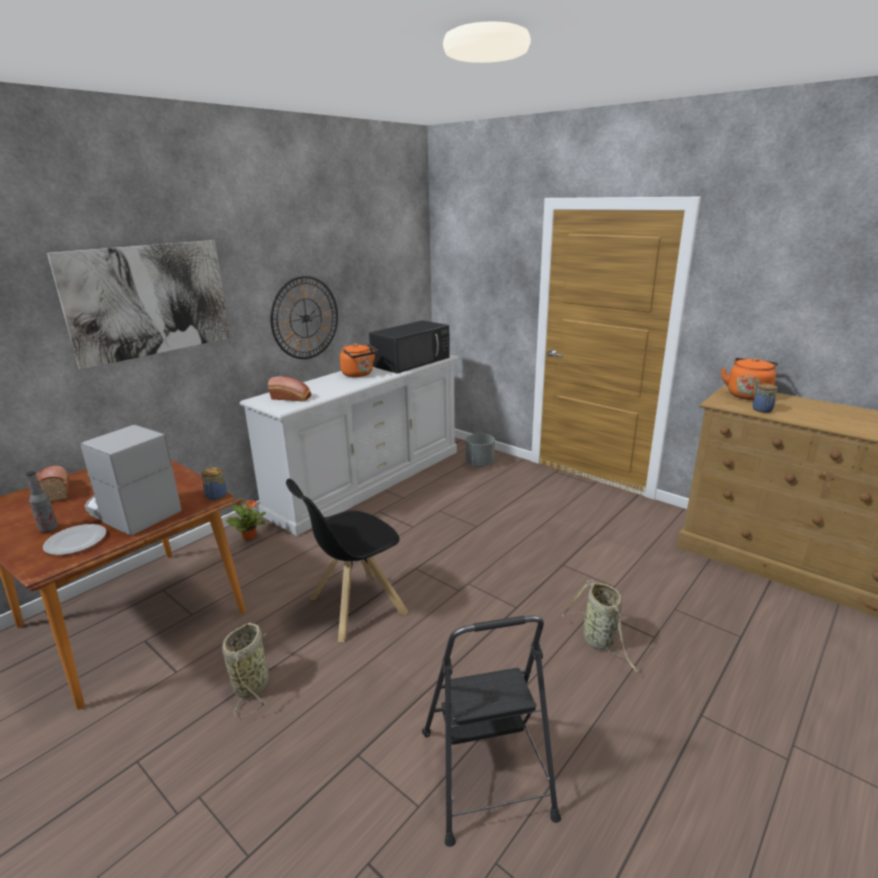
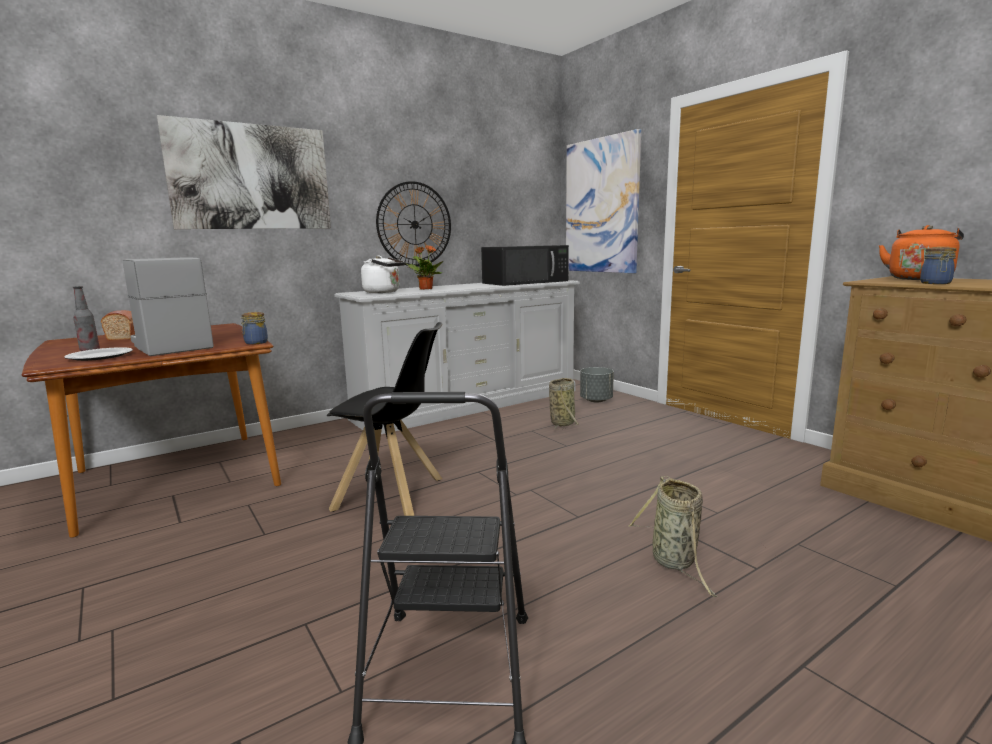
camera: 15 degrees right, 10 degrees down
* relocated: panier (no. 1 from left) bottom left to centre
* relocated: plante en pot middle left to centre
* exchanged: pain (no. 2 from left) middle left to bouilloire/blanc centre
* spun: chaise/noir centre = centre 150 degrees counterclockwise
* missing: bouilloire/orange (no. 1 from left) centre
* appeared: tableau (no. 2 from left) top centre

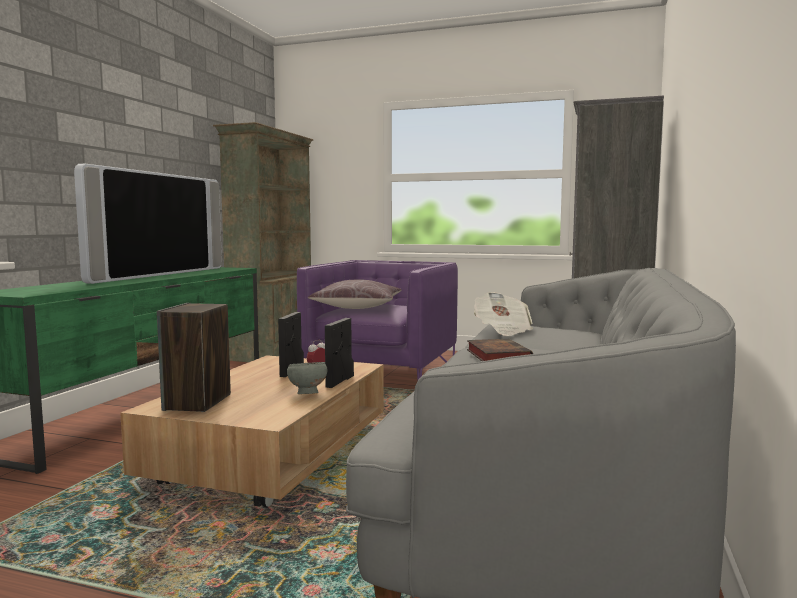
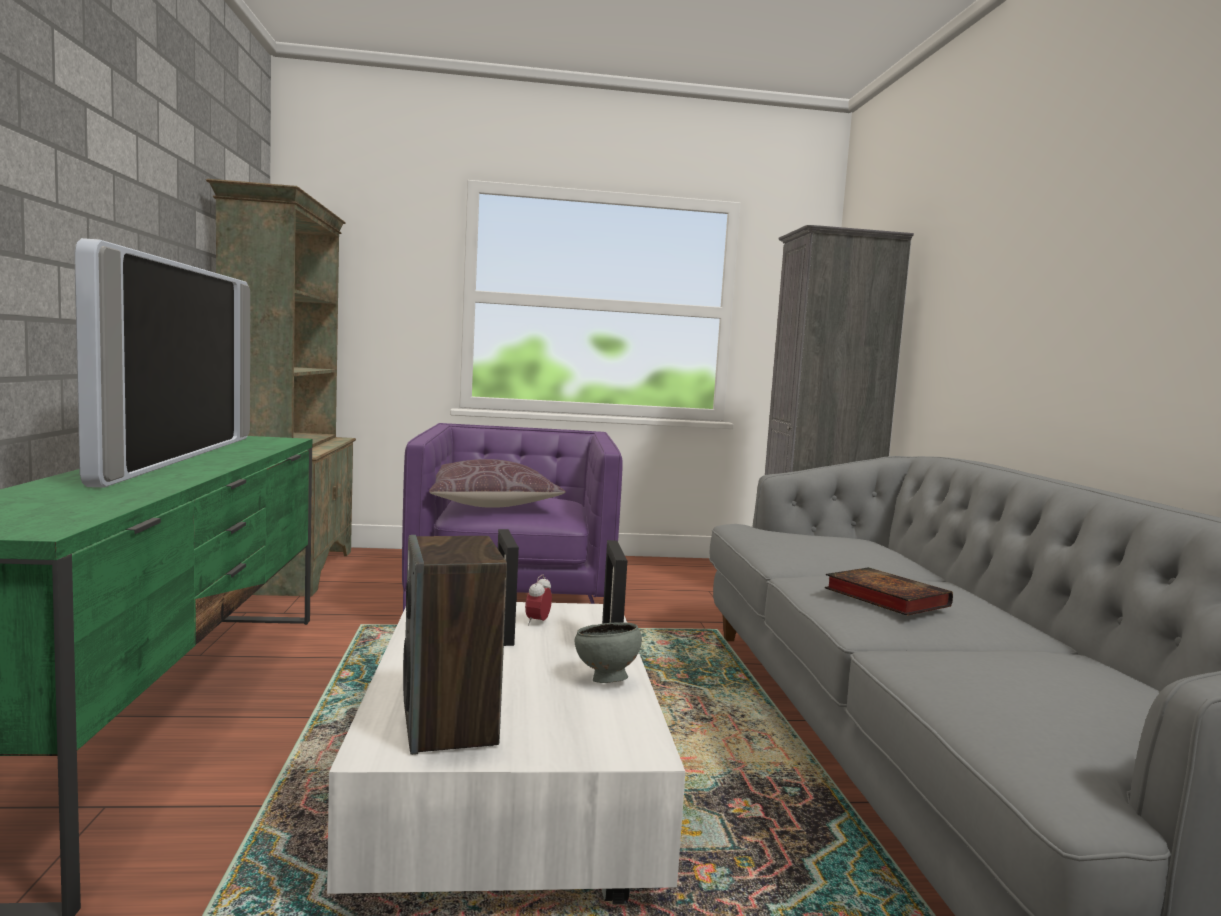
camera: 25 degrees left, 0 degrees up
* colour: table basse/marron bottom left to table basse/blanc bottom centre
* missing: journal centre

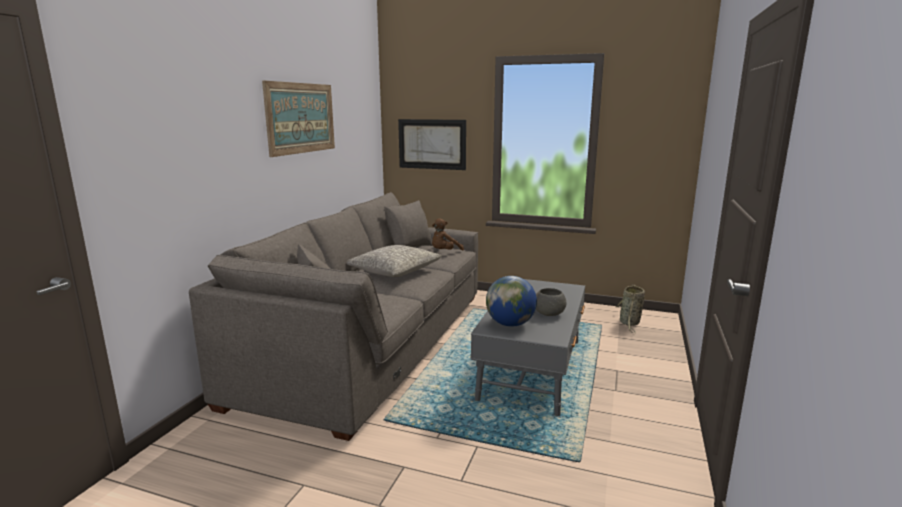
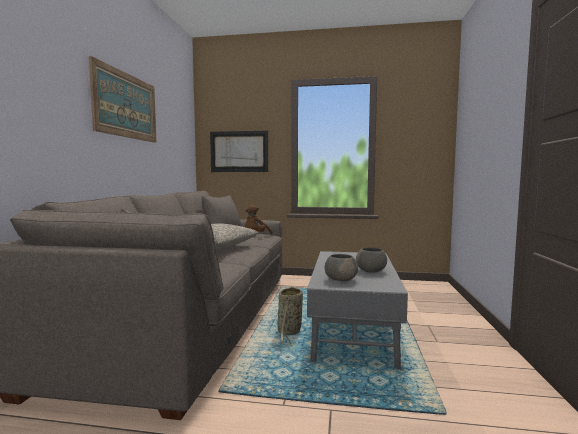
camera: 10 degrees left, 10 degrees down
* exchanged: globe centre to bol/gris (no. 1 from left) centre
* relocated: panier middle right to bottom centre

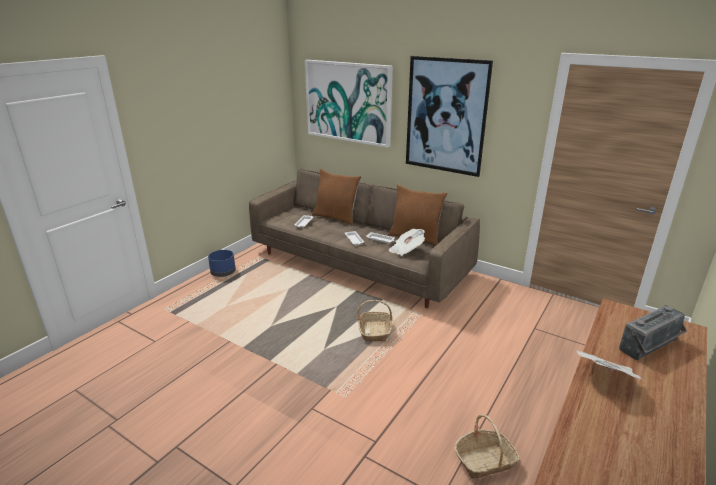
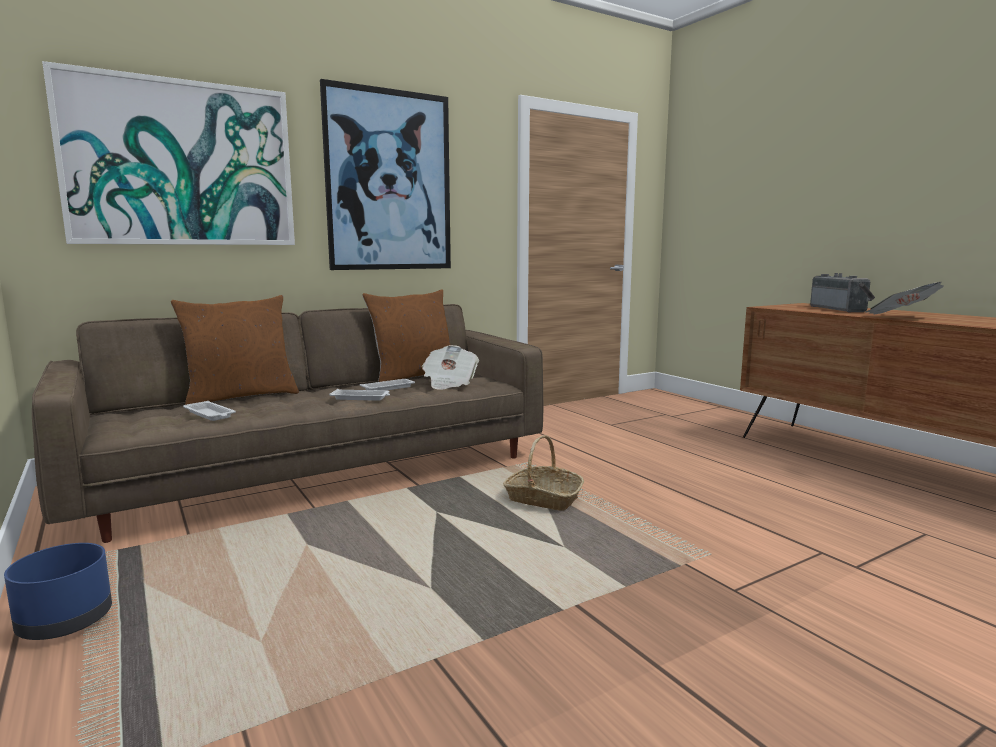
camera: 65 degrees left, 15 degrees down
* missing: panier (no. 2 from left) bottom right

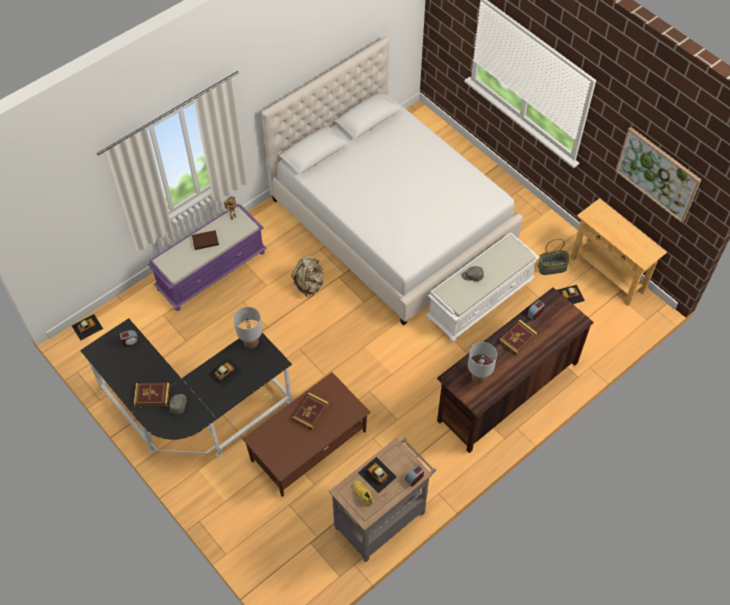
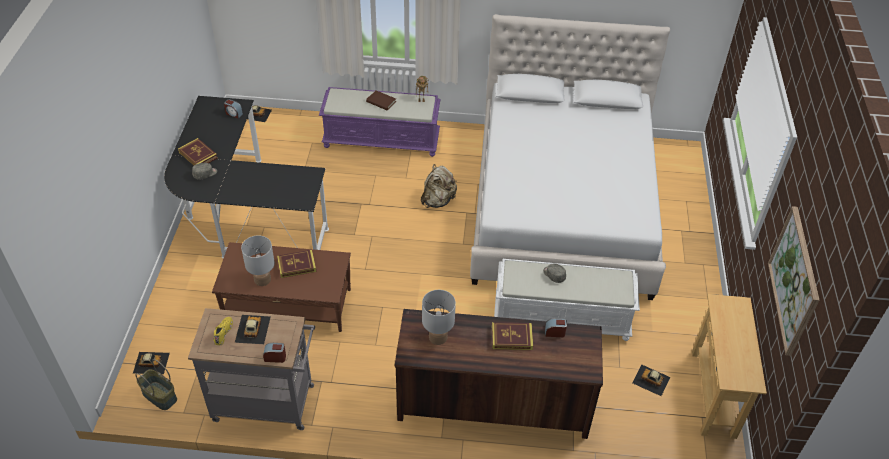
camera: 45 degrees right, 10 degrees down
* relocated: petite voiture (no. 2 from left in the first image) middle left to petite voiture (no. 1 from left) bottom left
* relocated: lampe de table/gris (no. 1 from left) centre to middle left
* relocated: panier middle right to bottom left

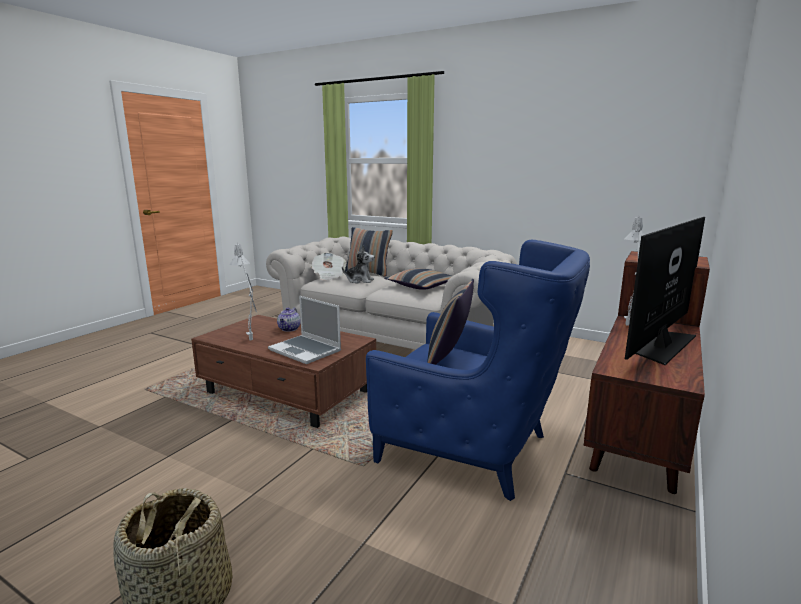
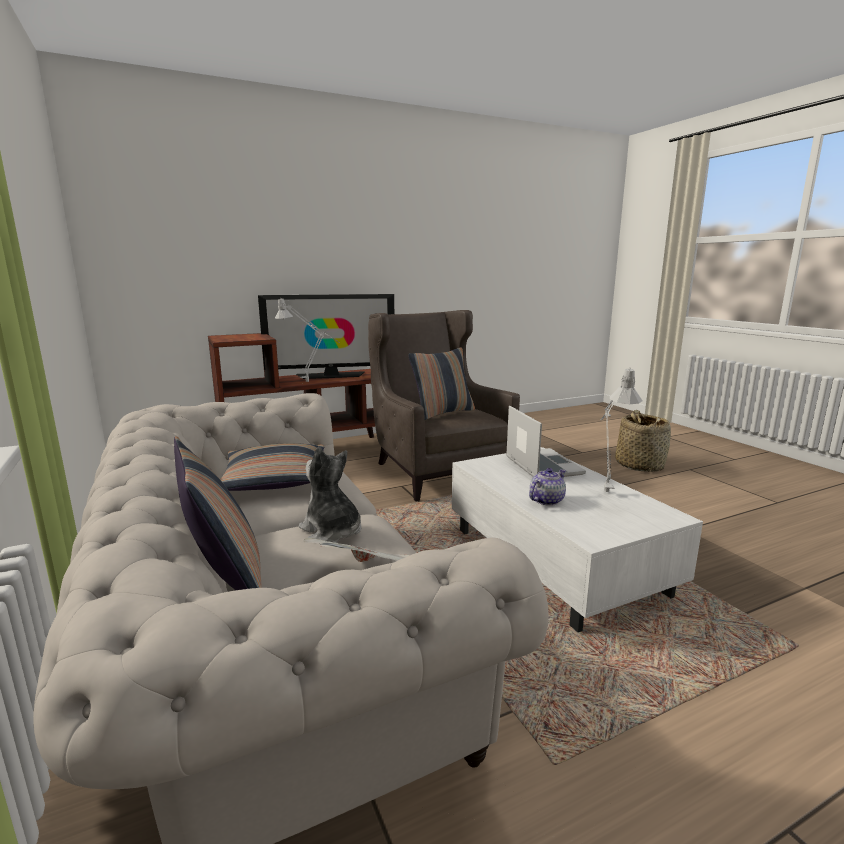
camera: 145 degrees left, 0 degrees up
* colour: table basse/marron centre to table basse/blanc middle right
* colour: fauteuil/bleu centre to fauteuil/gris centre

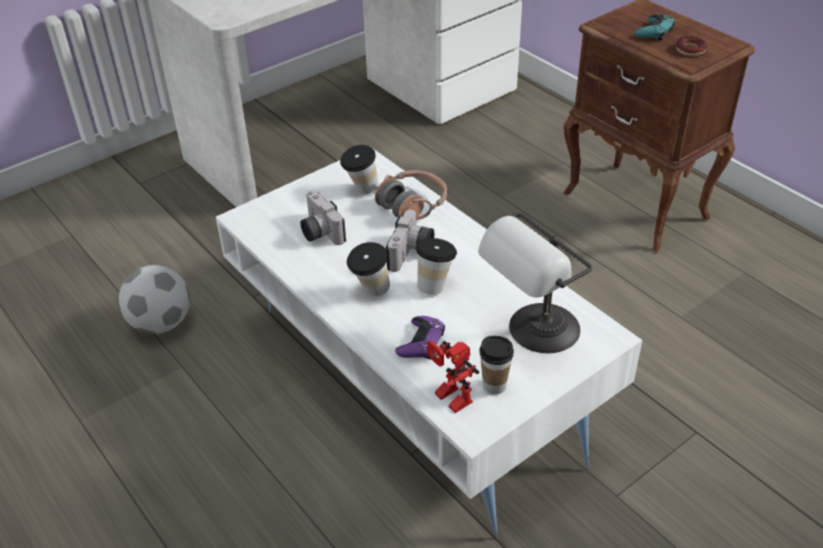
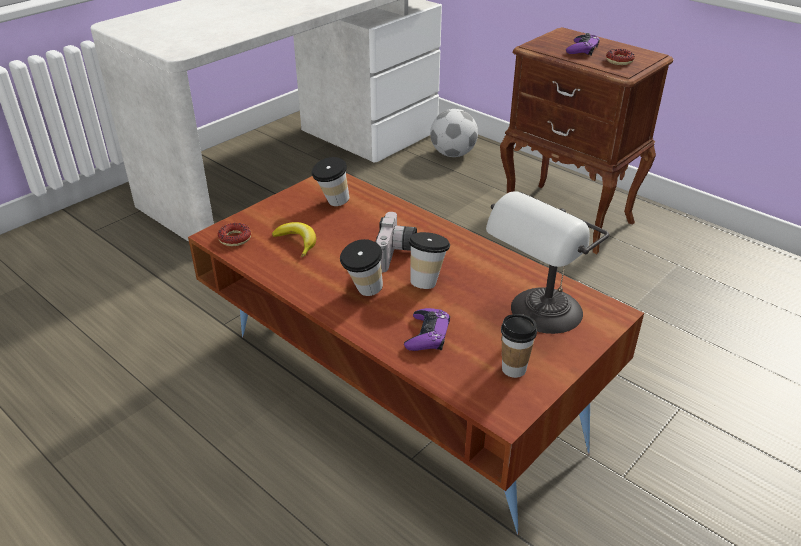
camera: 10 degrees left, 5 degrees down
* relocated: ballon de foot middle left to top centre
* colour: table basse/blanc centre to table basse/marron centre
* exchanged: appareil photo (no. 1 from left) centre to banane centre
* missing: casque audio centre
* missing: robot jouet bottom centre
* colour: manette/turquoise top right to manette/violet (no. 2 from left) top right
* appeared: beignet (no. 1 from left) middle left

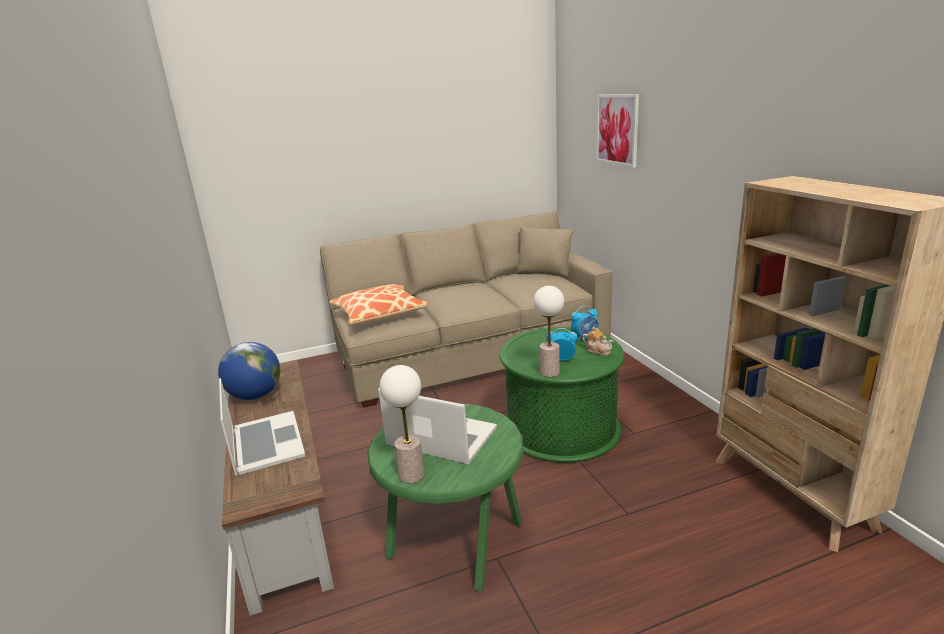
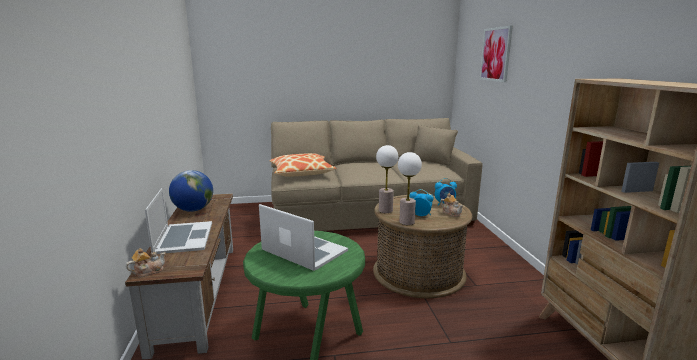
camera: 10 degrees right, 5 degrees down
* relocated: lampe de table (no. 1 from left) bottom centre to centre
* colour: table basse/vert centre to table basse/marron bottom centre
* appeared: théière (no. 1 from left) bottom left

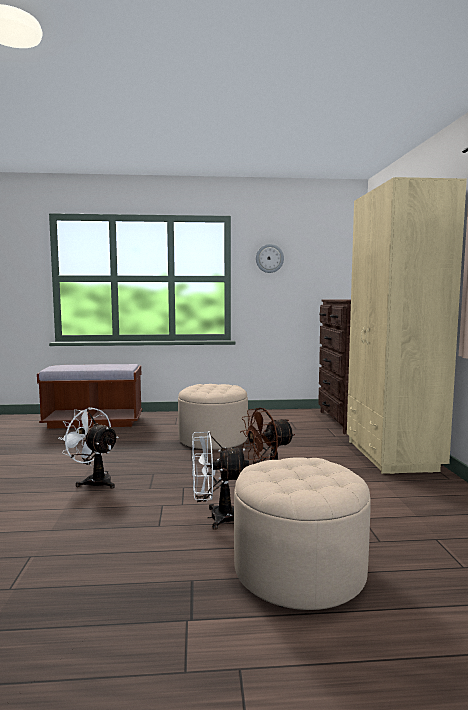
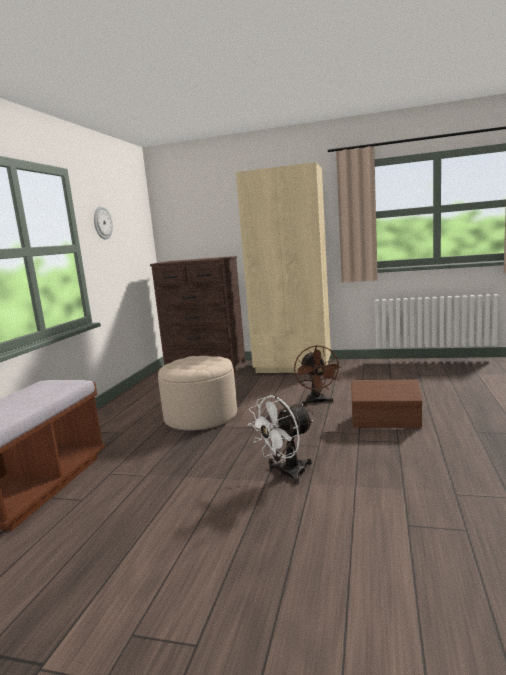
camera: 70 degrees left, 5 degrees up
* exchanged: ventilateur/blanc (no. 2 from left) bottom centre to boîte de rangement/marron middle right
* missing: pouf/beige (no. 2 from left) bottom centre

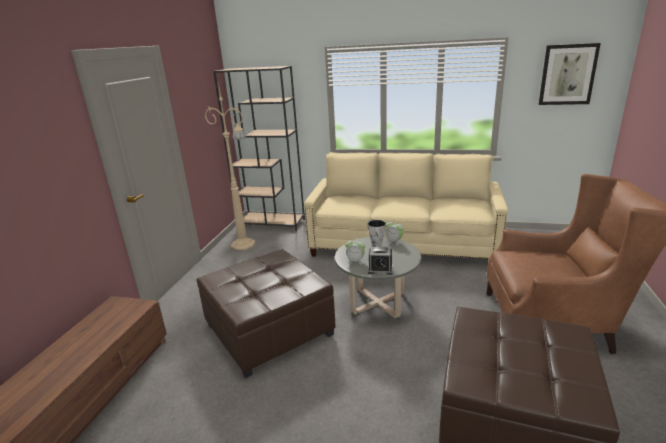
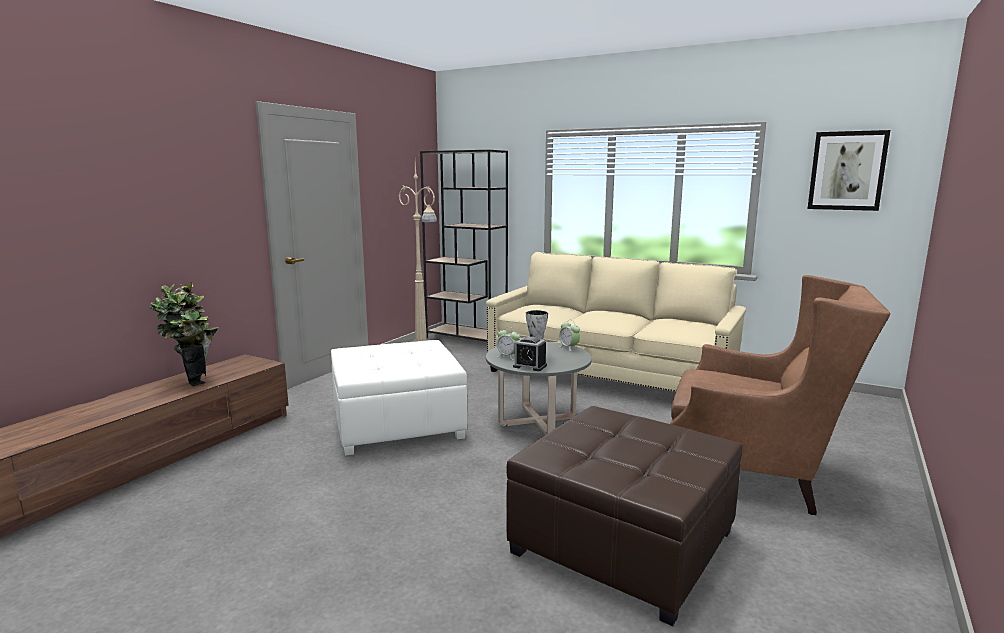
camera: 15 degrees right, 10 degrees down
* colour: pouf/marron (no. 1 from left) bottom centre to pouf/blanc centre
* appeared: plante en pot middle left

